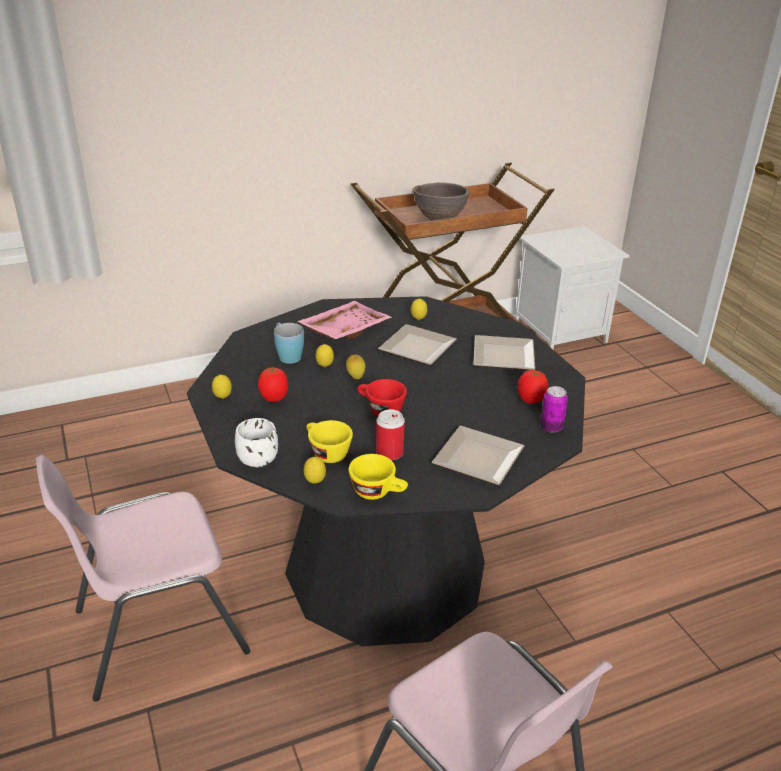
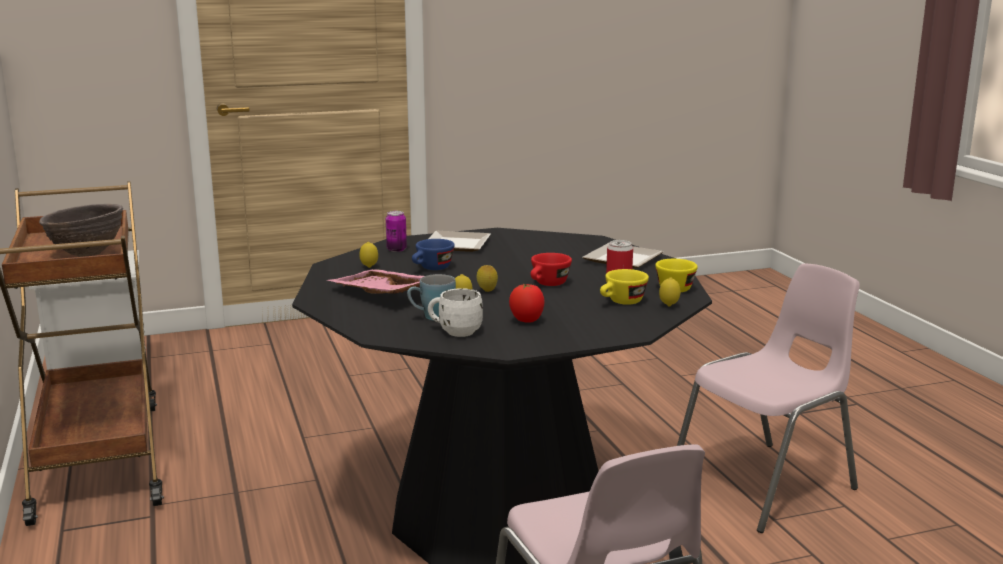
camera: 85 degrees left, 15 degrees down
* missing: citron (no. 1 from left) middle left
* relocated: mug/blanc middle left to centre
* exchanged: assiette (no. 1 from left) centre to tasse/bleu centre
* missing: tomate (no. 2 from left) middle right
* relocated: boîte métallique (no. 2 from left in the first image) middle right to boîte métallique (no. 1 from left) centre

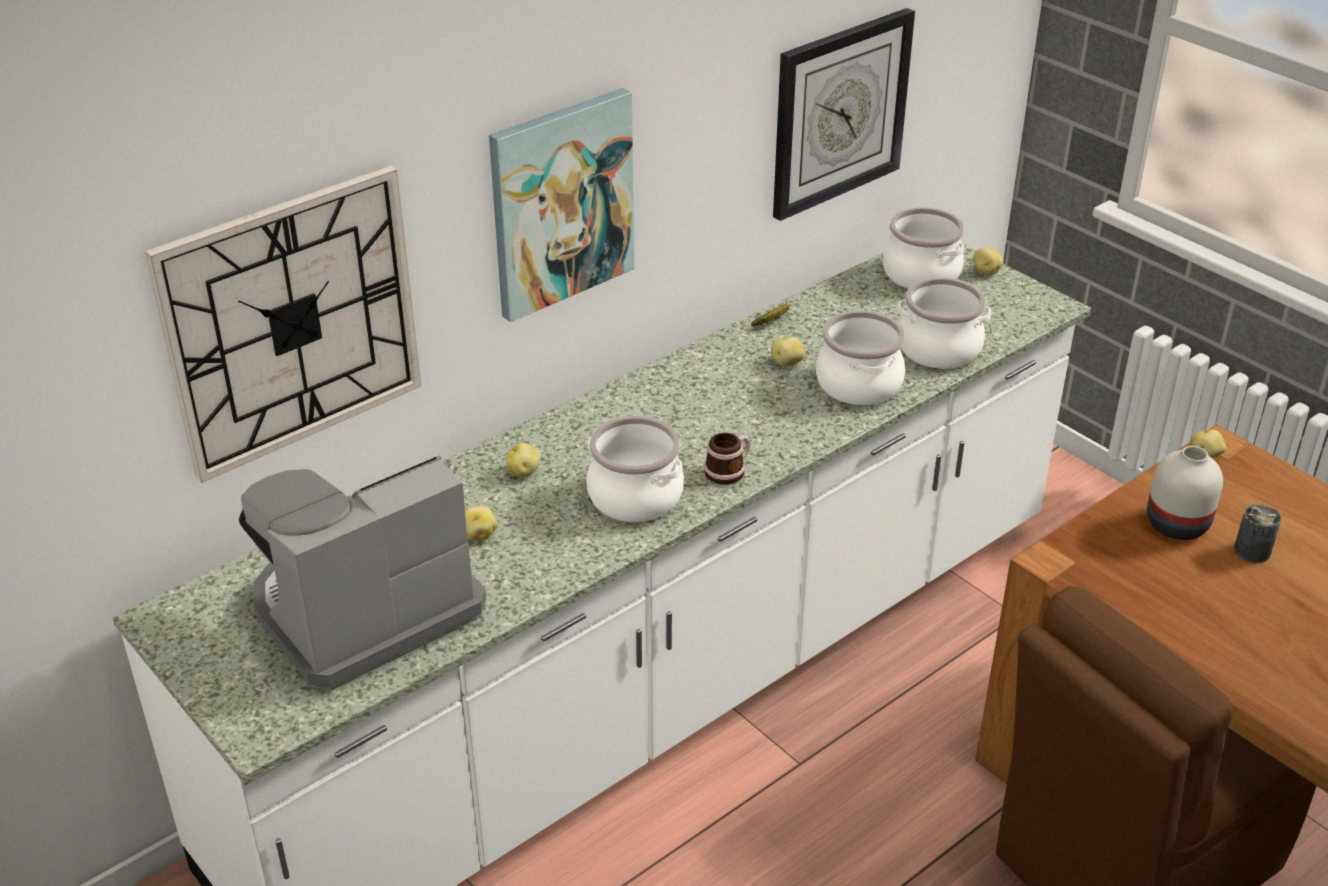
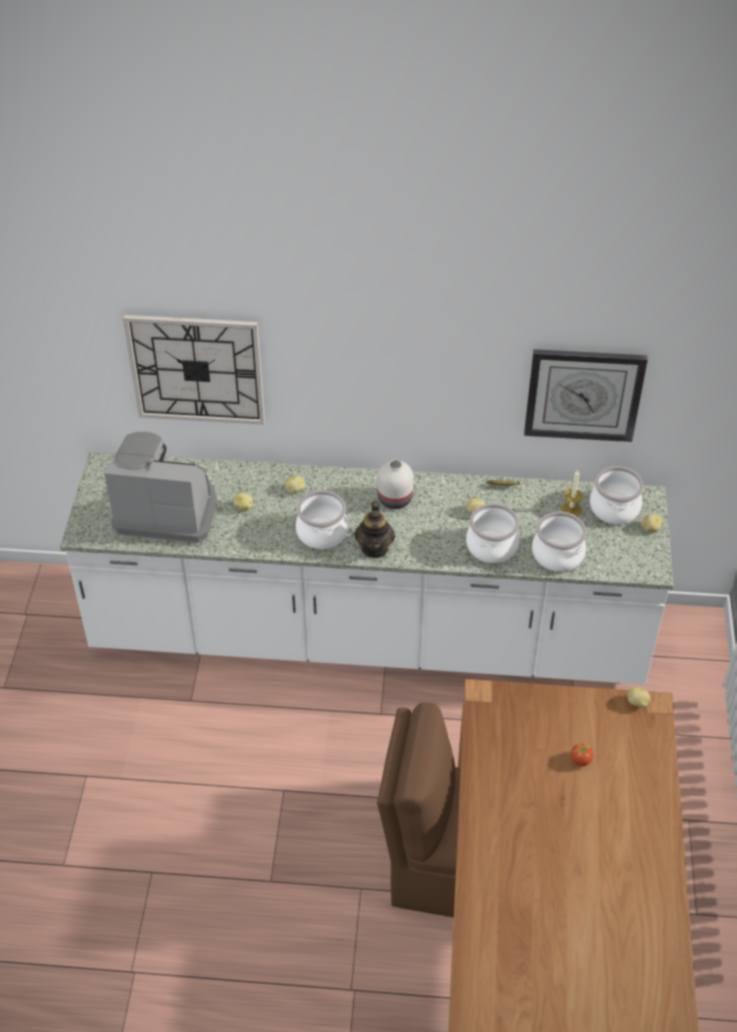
camera: 45 degrees right, 10 degrees up
* missing: tableau top centre
* exchanged: mug centre to théière centre
* relocated: vase/blanc middle right to centre
* exchanged: boîte métallique middle right to tomate bottom right
* appeared: bougie middle right

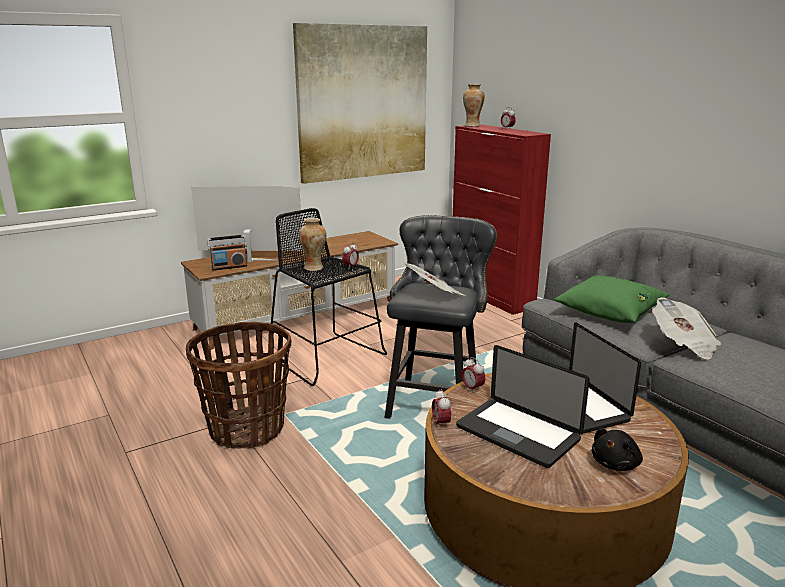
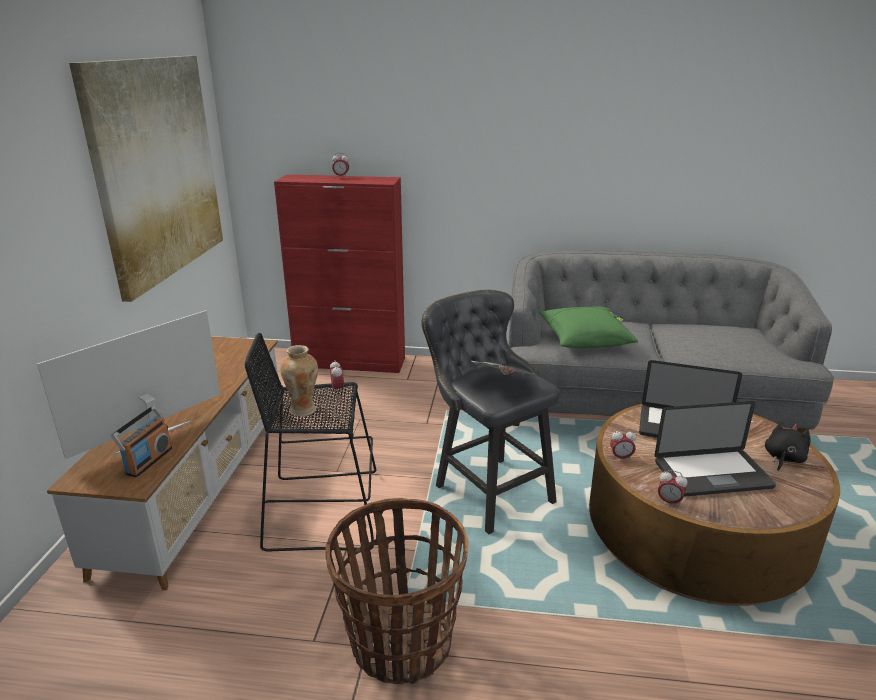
camera: 50 degrees left, 5 degrees up
* missing: vase (no. 2 from left) top centre
* spun: peluche/noir bottom right = middle right 135 degrees counterclockwise
* missing: journal (no. 2 from left) middle right

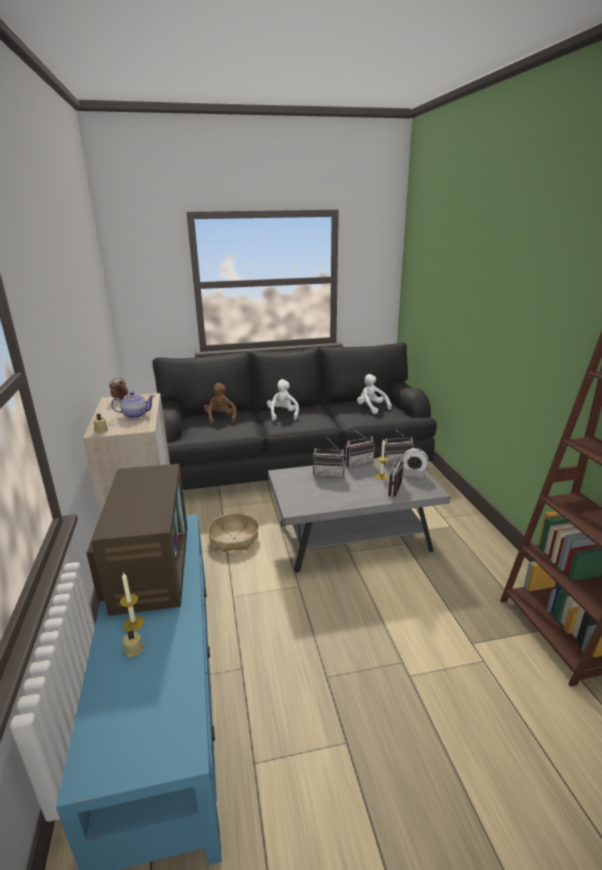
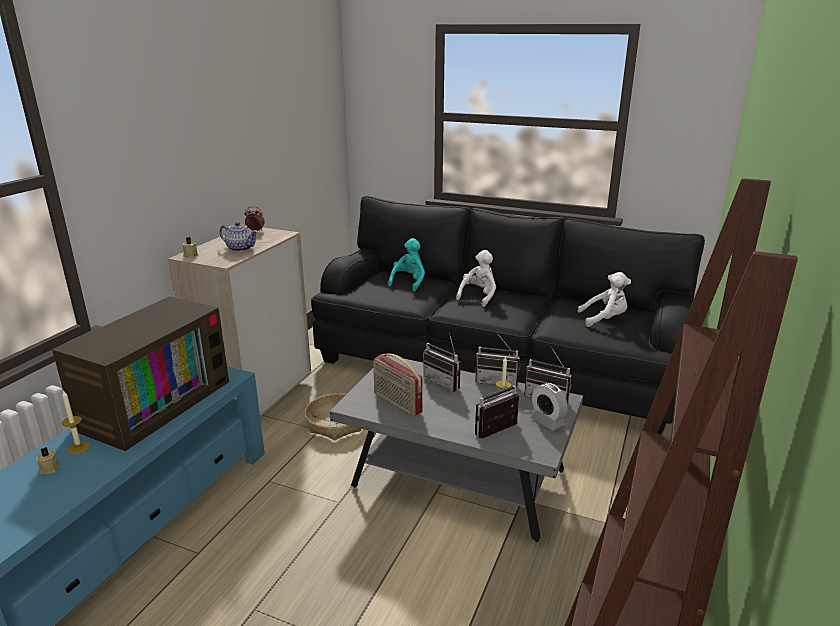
camera: 35 degrees right, 0 degrees up
* colour: peluche/marron centre to peluche/turquoise centre
* spun: peluche/blanc (no. 2 from left) centre = middle right 90 degrees clockwise
* appeared: radio (no. 1 from left) centre

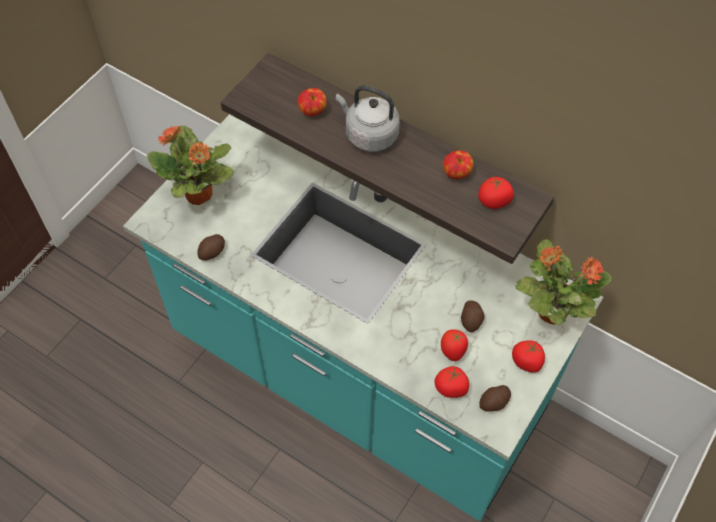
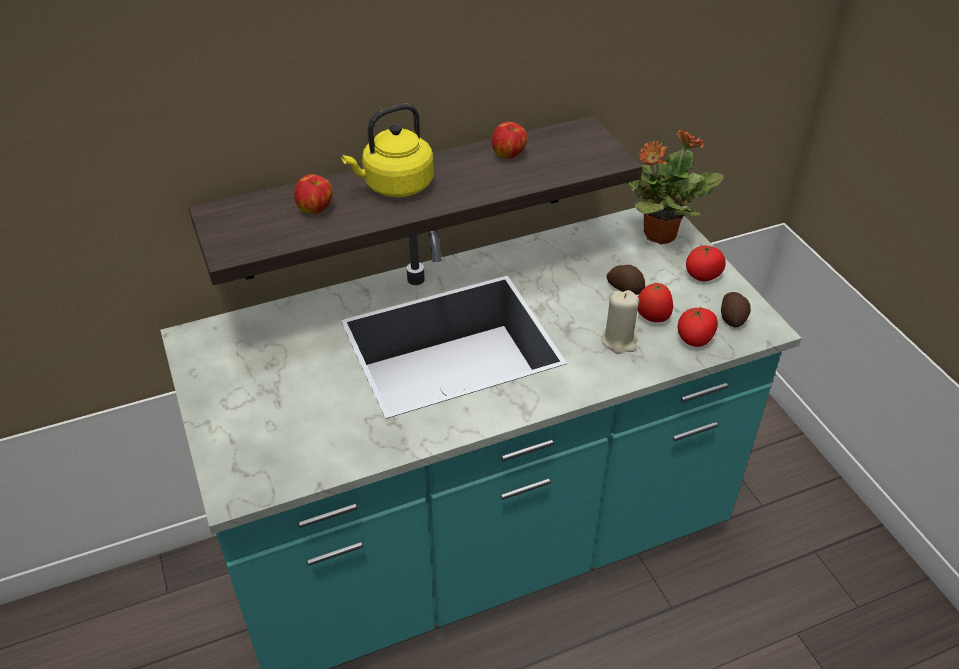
camera: 55 degrees left, 15 degrees down
* missing: plante en pot (no. 1 from left) top left
* missing: pomme de terre (no. 1 from left) middle left
* colour: bouilloire/gris top centre to bouilloire/jaune top centre
* missing: tomate (no. 3 from left) middle right
* appeared: bougie/beige centre

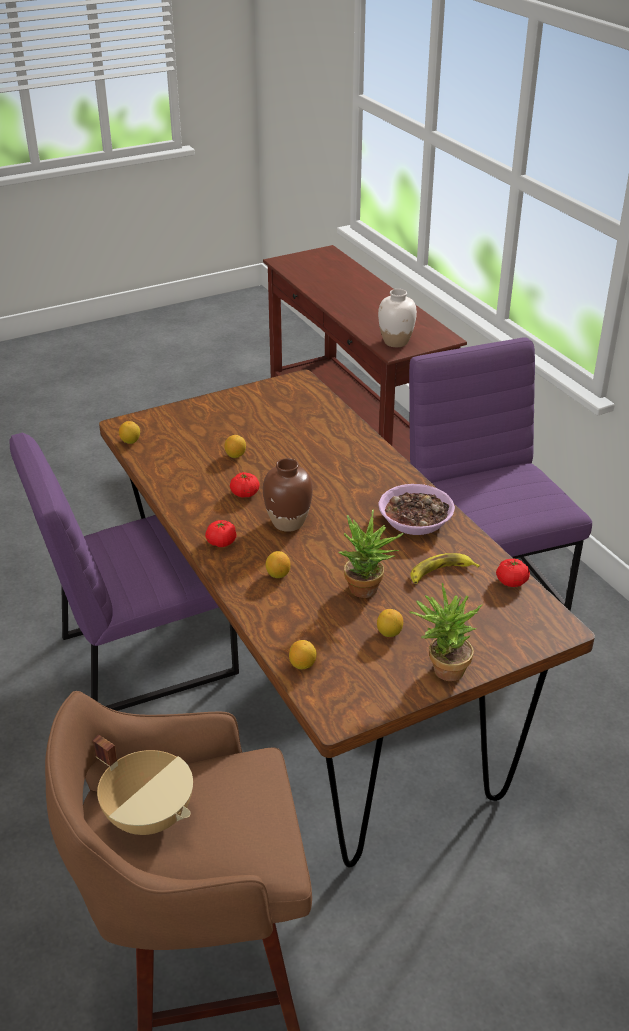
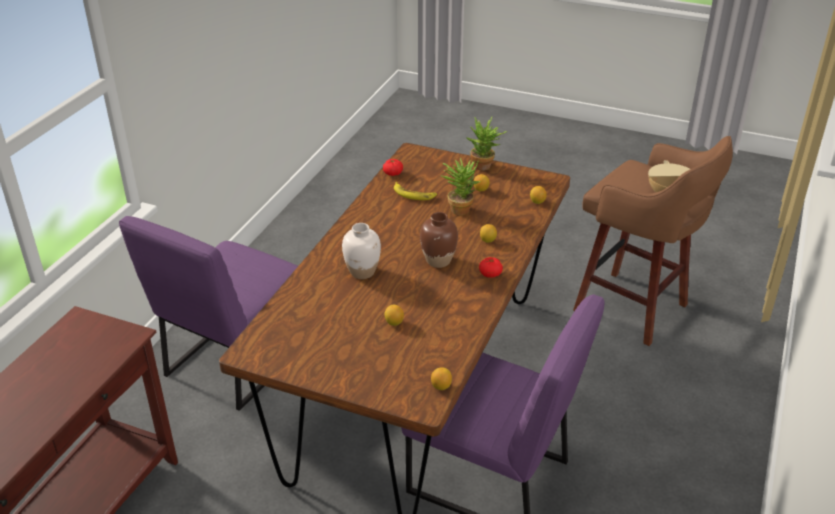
camera: 130 degrees left, 0 degrees up
* missing: tomate (no. 2 from left) centre
* relocated: vase/blanc top centre to centre
* missing: bol centre

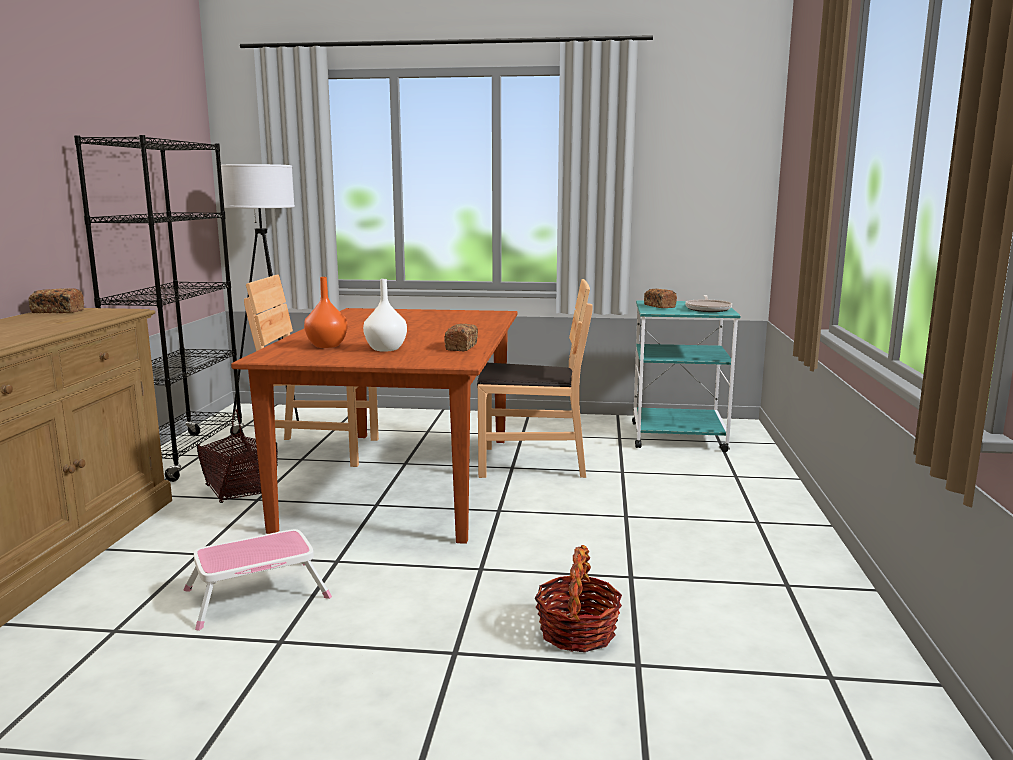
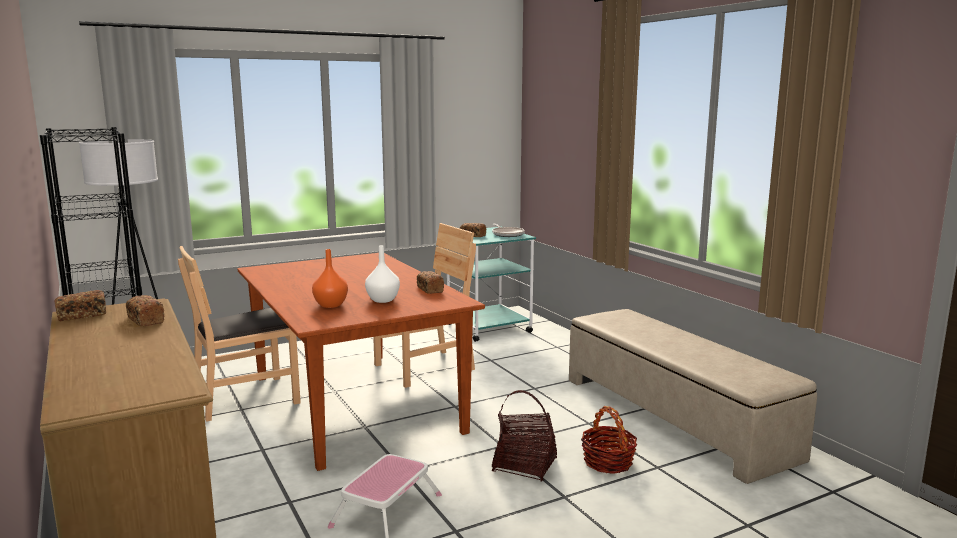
camera: 35 degrees left, 0 degrees up
* relocated: panier (no. 1 from left) middle left to bottom centre
* appeared: pain (no. 2 from left) middle left
* appeared: banc/beige bottom right

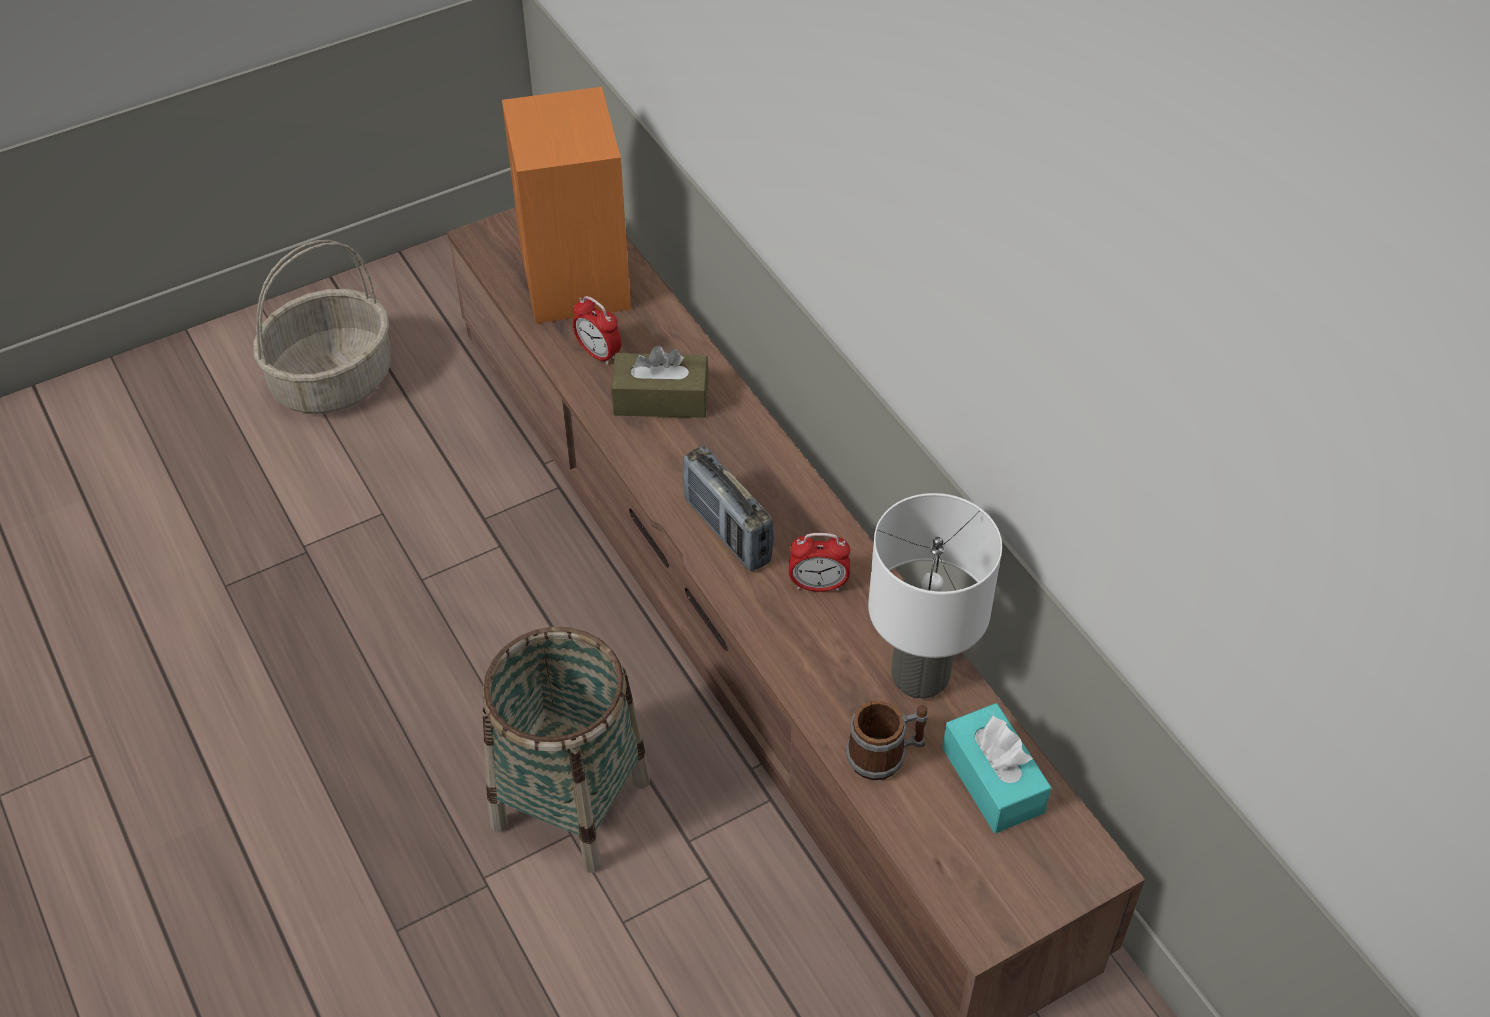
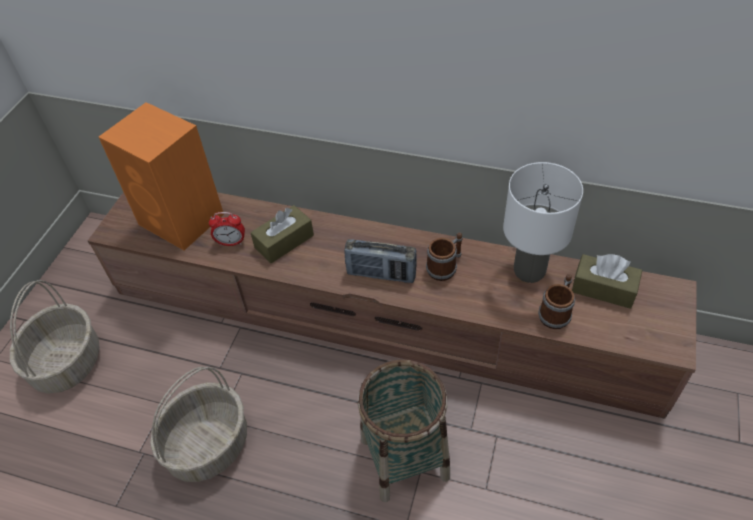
camera: 40 degrees left, 0 degrees up
* exchanged: réveil (no. 2 from left) centre to mug (no. 1 from left) centre
* colour: boîte à mouchoirs/turquoise bottom right to boîte à mouchoirs/marron (no. 2 from left) middle right
* appeared: panier (no. 2 from left) bottom left

